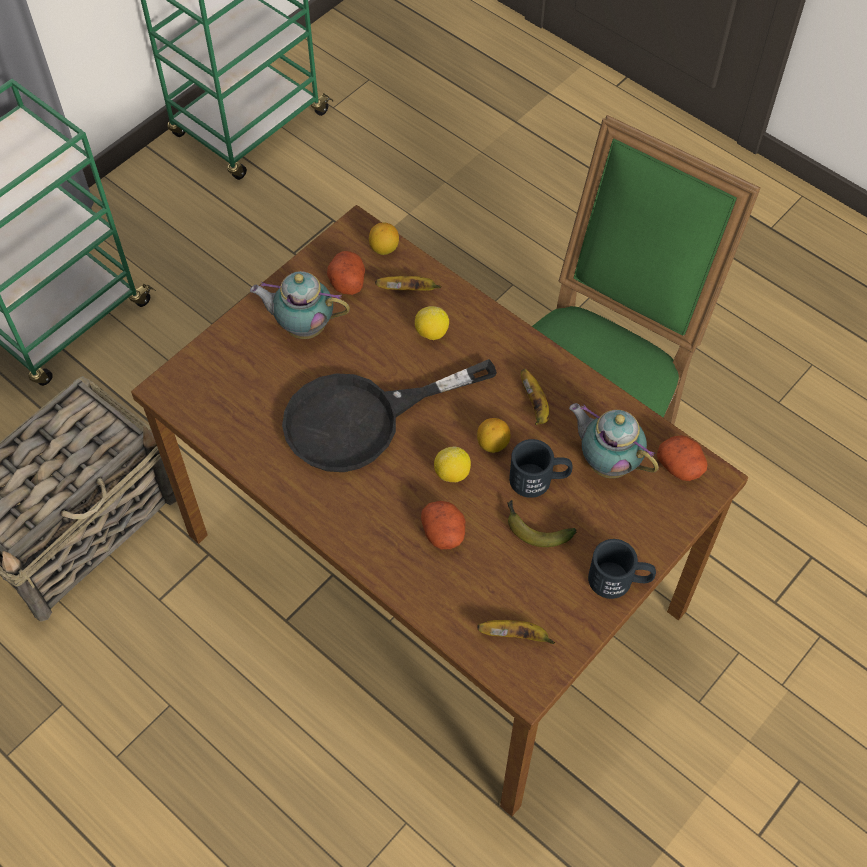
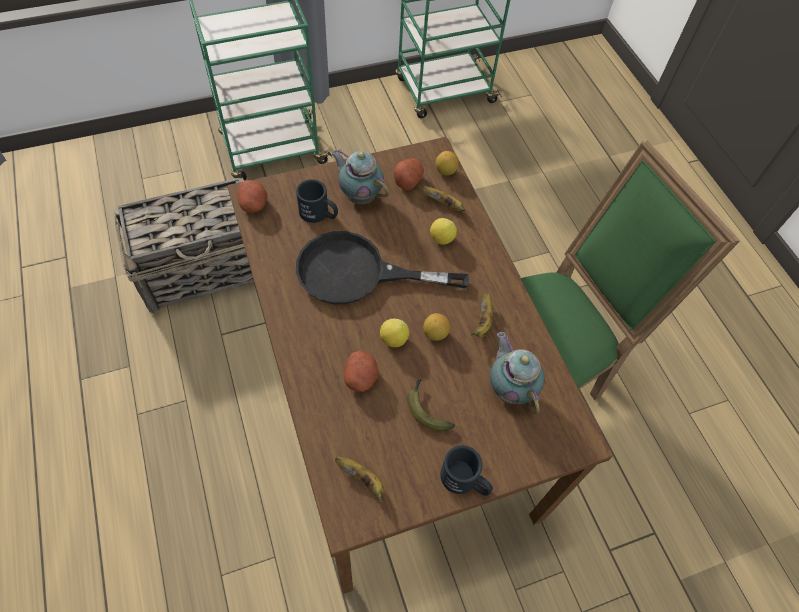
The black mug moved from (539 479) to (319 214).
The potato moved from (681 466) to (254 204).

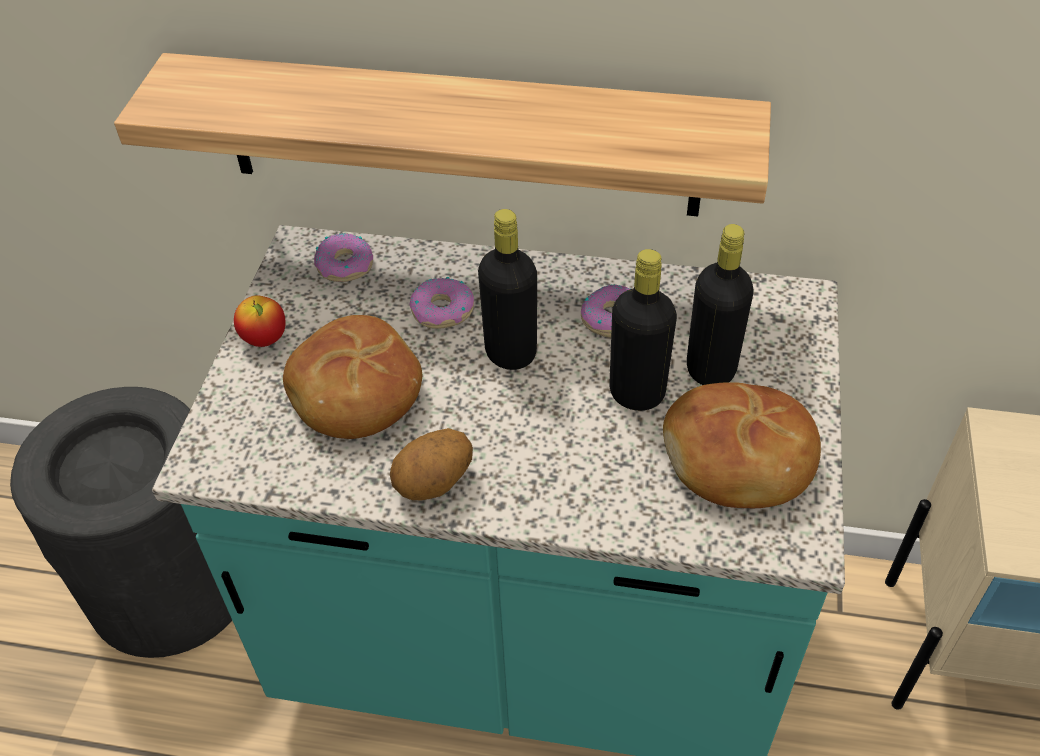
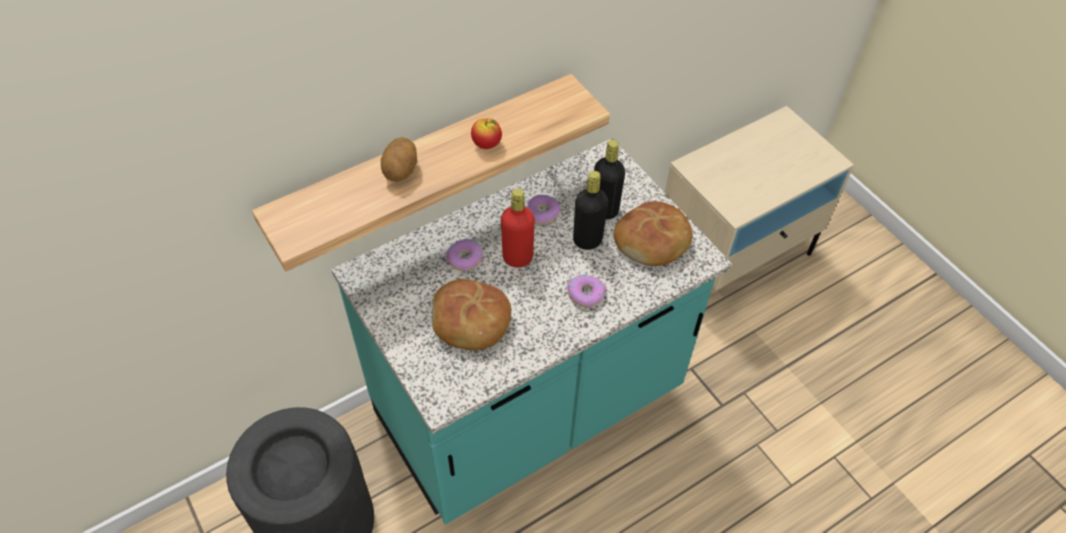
The apple moved from (265 339) to (487 144).
The donut moved from (345 265) to (585 294).
The potato moved from (434 483) to (401 171).
The black bottle at (510 353) became the red bottle at (517 258).

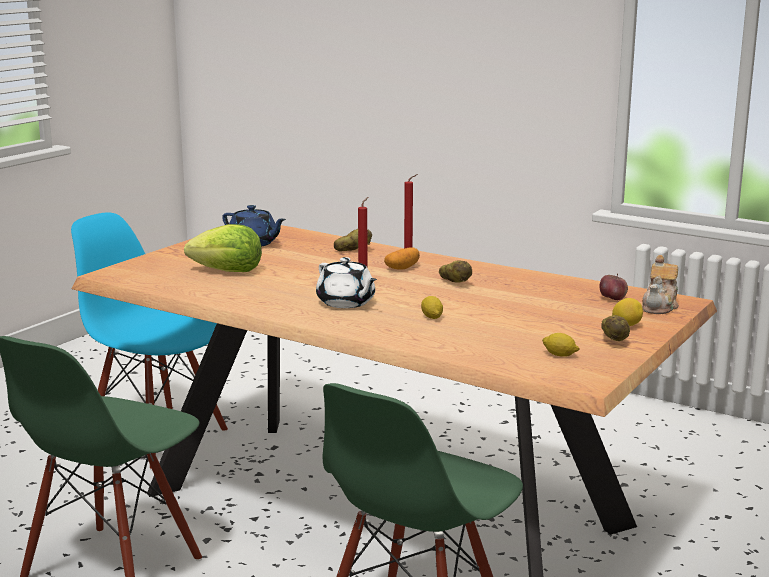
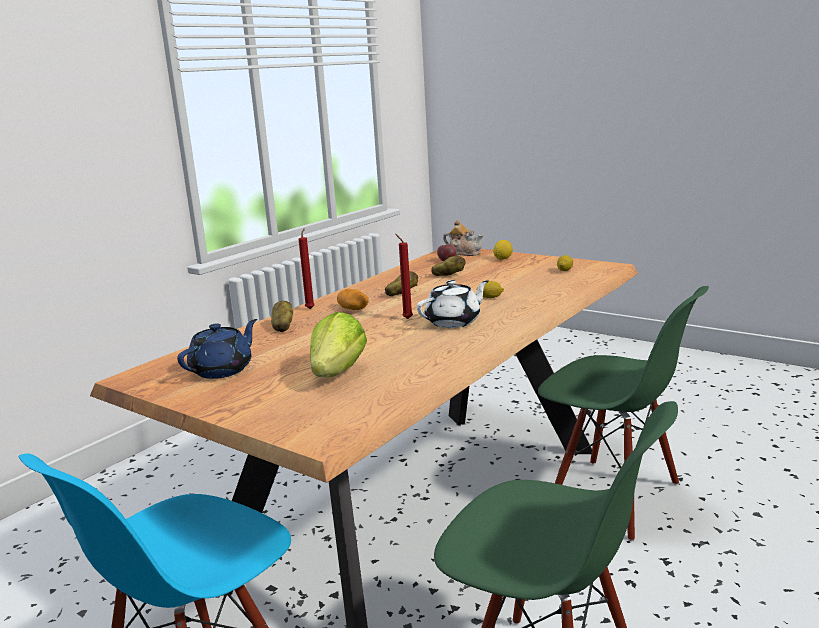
The potato moved from (614 341) to (449 275).

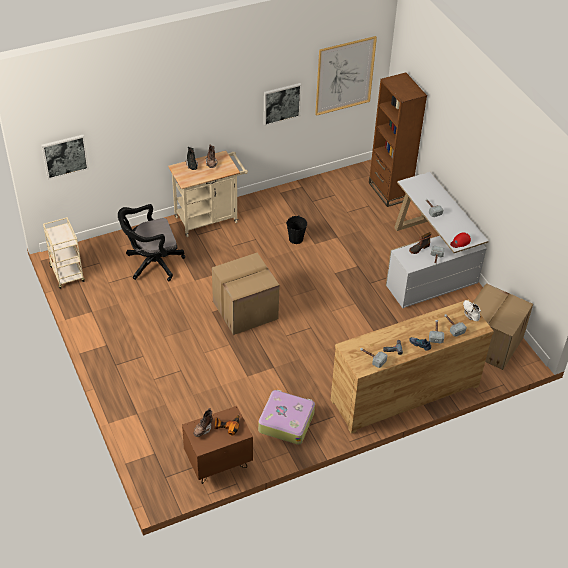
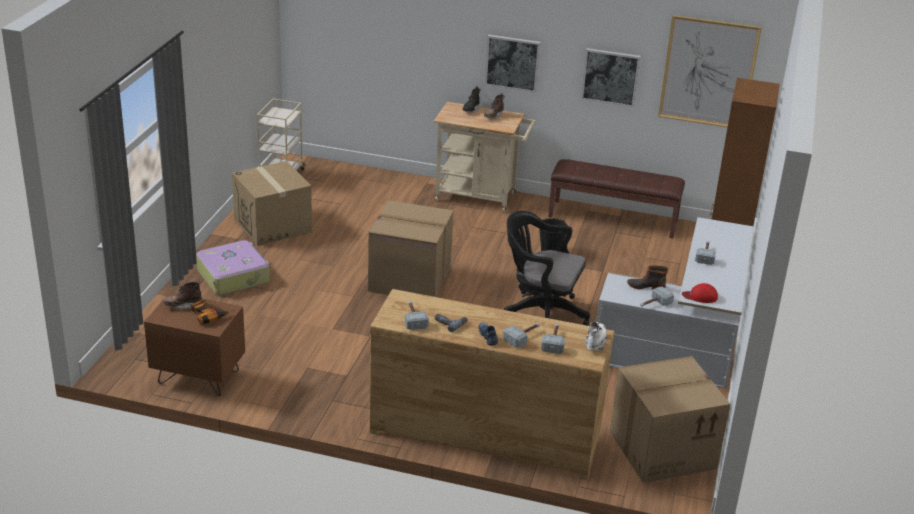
The picture moved from (65 156) to (512 63).
The black office chair moved from (151 264) to (540 313).
The suitcase moved from (286 421) to (233 276).
The cardboard box at (273 225) appeared.
The brown bench at (613 218) appeared.

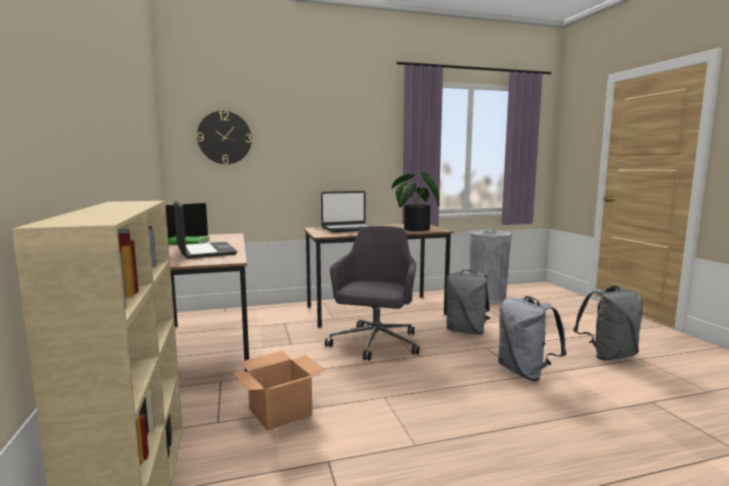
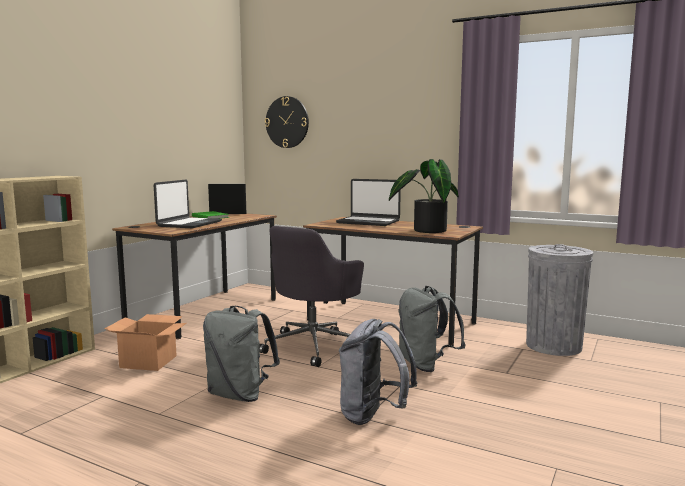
The grey office chair at (375 344) turned 150 degrees clockwise.
The grey backpack moved from (608 355) to (240 395).

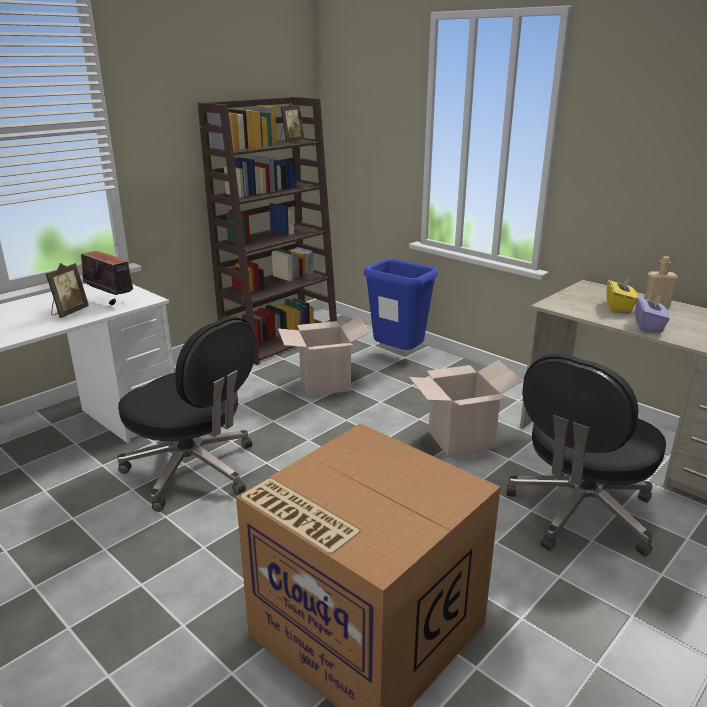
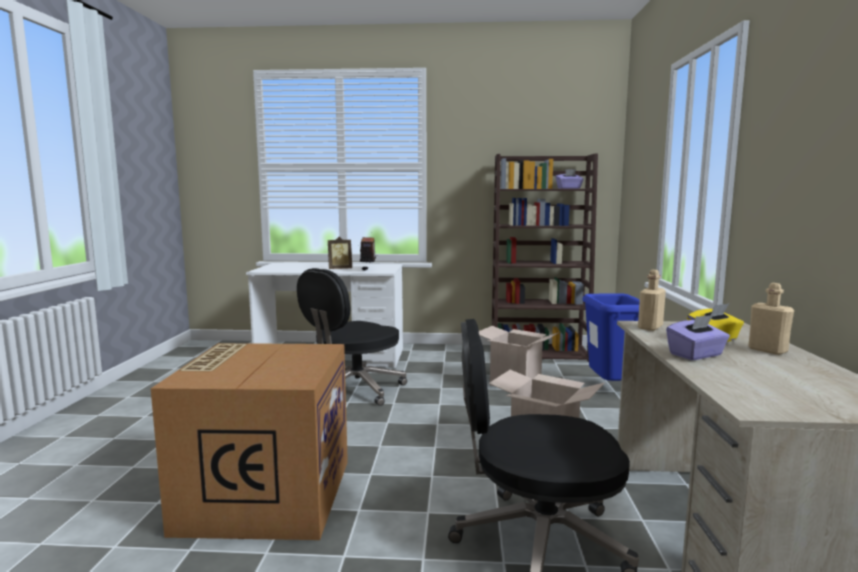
The black office chair at (194 470) turned 45 degrees clockwise.
The picture frame at (291 142) was replaced by the purple tissue box at (569 188).
The beige bottle at (650 327) appeared.

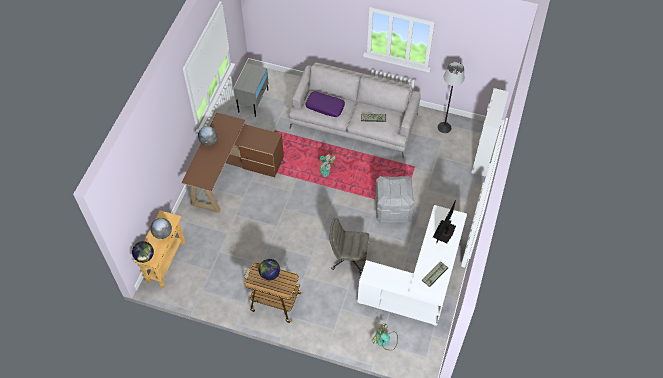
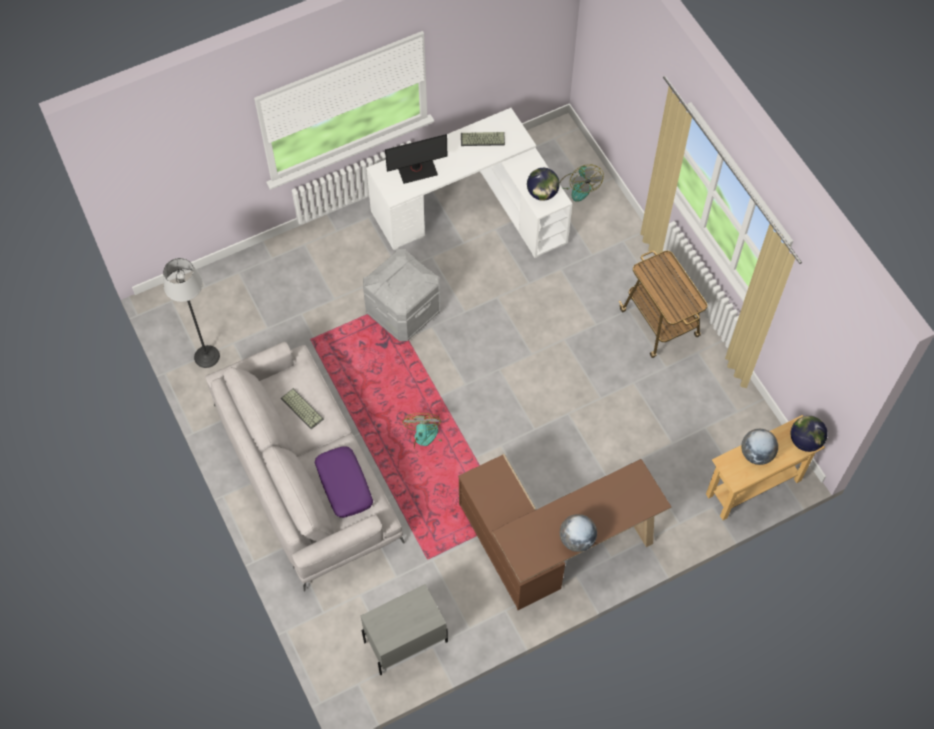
The globe moved from (270 274) to (542 193).
The grey office chair at (348 258) disappeared.
The cabinet at (483 157) disappeared.

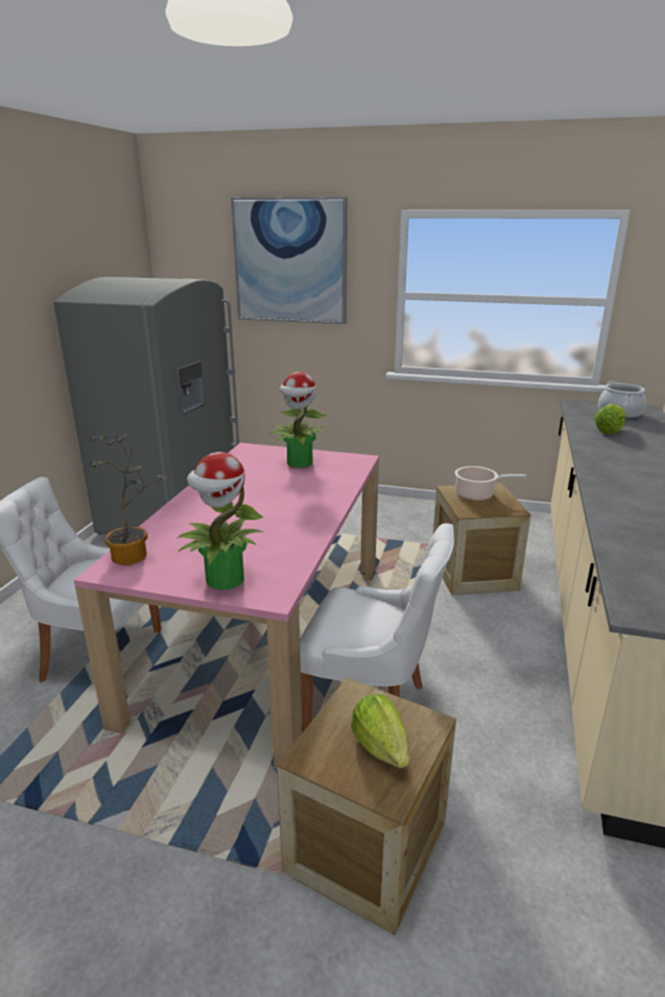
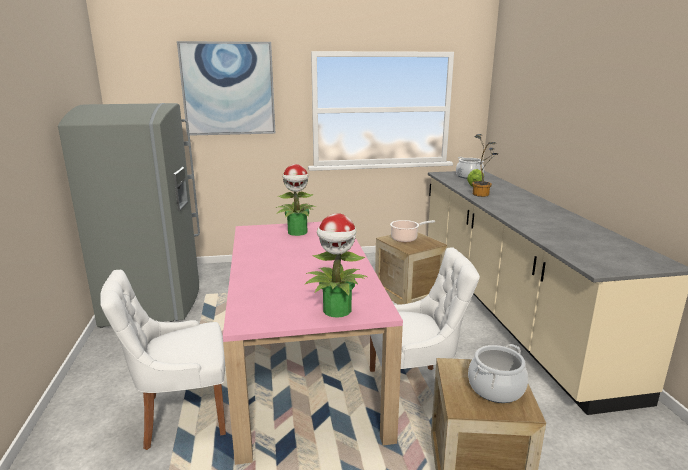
The potted plant moved from (135 556) to (482 194).
The lettuce at (381 747) was replaced by the cooking pot at (495 388).

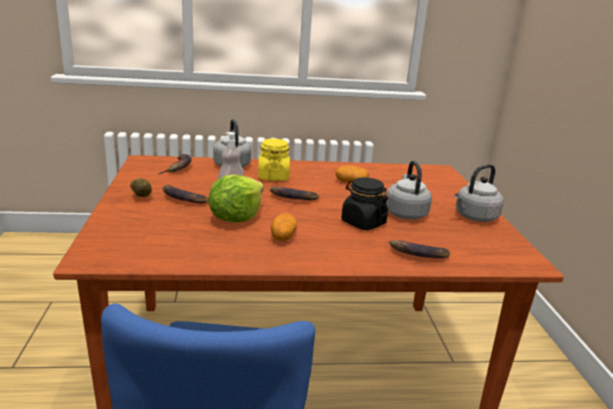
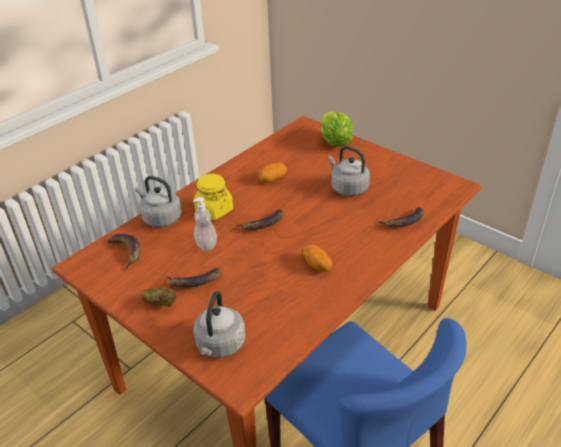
The lettuce moved from (236 218) to (334 142).
The black jar at (363 222) disappeared.
The grey kettle moved from (474 217) to (220 345).

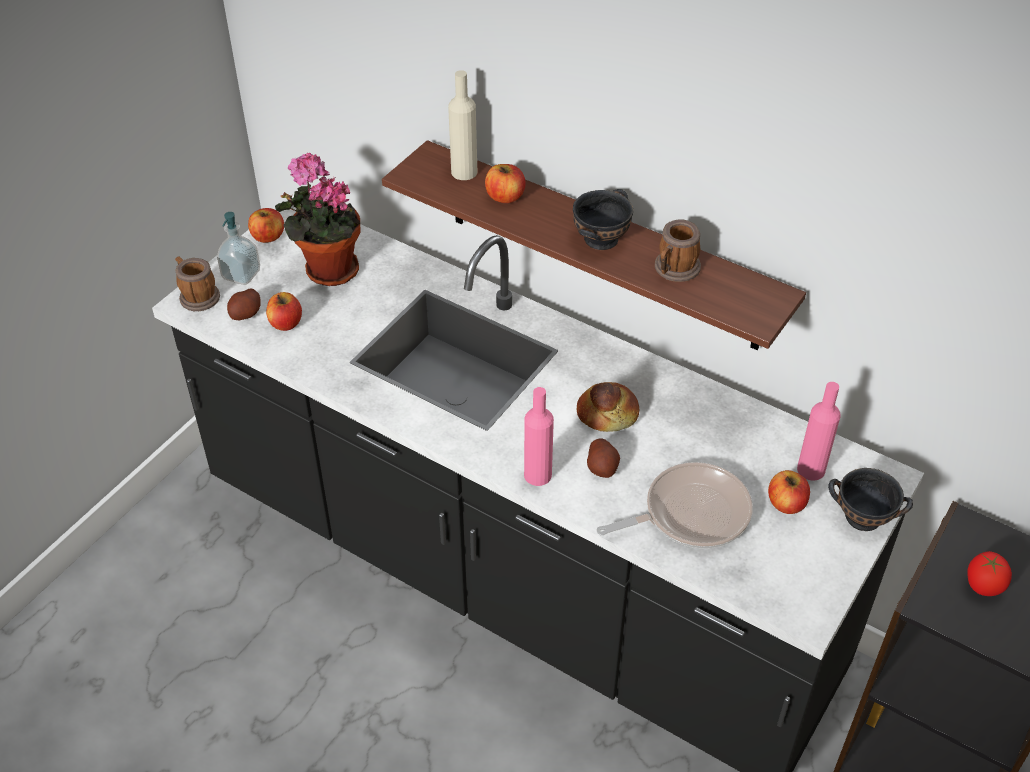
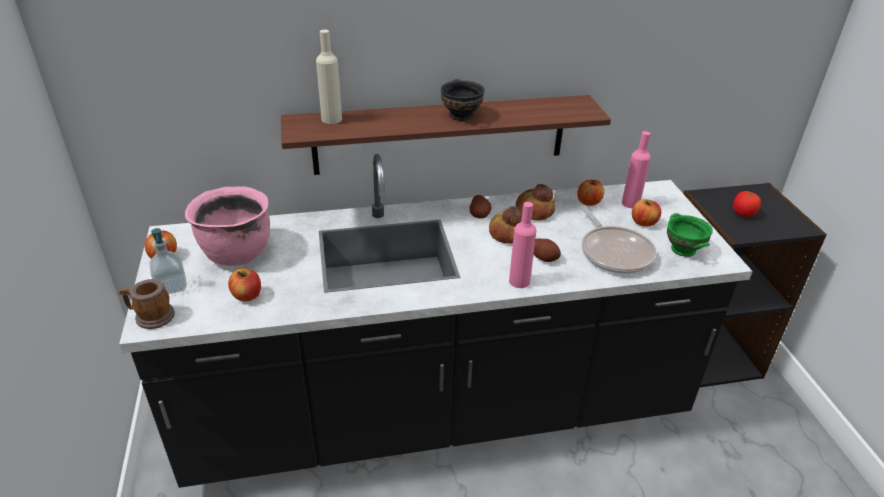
The potato moved from (246 314) to (479 215).
The potted plant at (327 270) was replaced by the pink cooking pot at (236 253).
The apple moved from (505 197) to (588 202).
The frying pan at (690 514) turned 135 degrees clockwise.
The mug at (674 270) disappeared.
The black bowl at (862 516) disappeared.
The bread at (534 210) appeared.
The green bowl at (683 249) appeared.

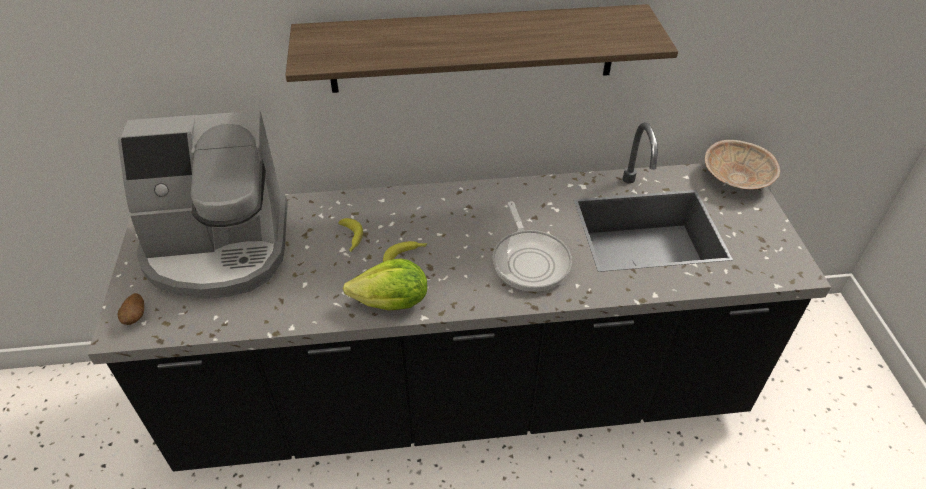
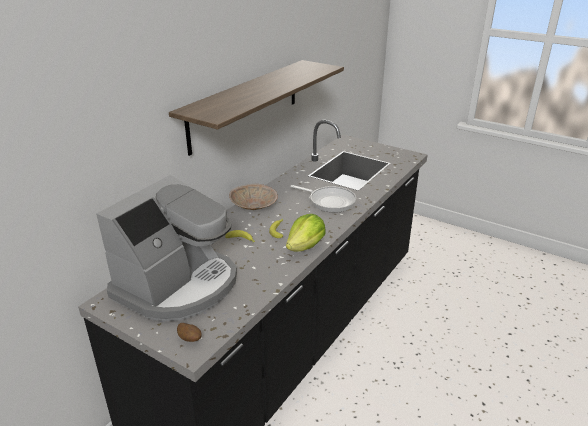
The beige bowl moved from (736 180) to (254 207).

